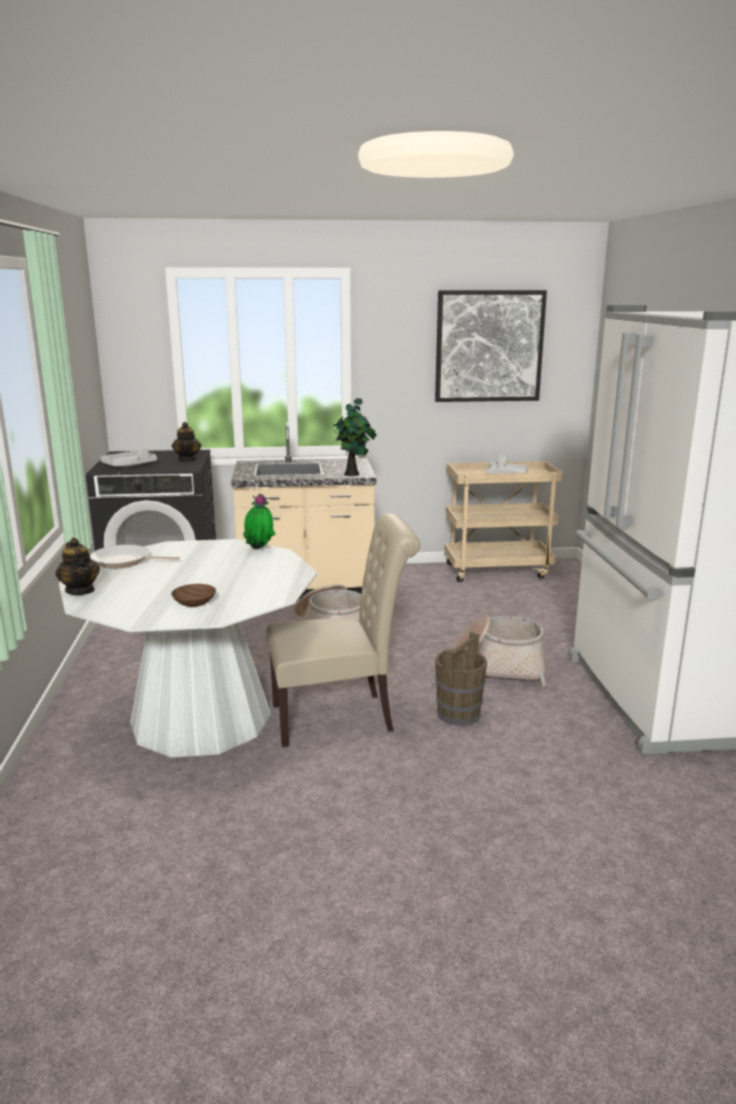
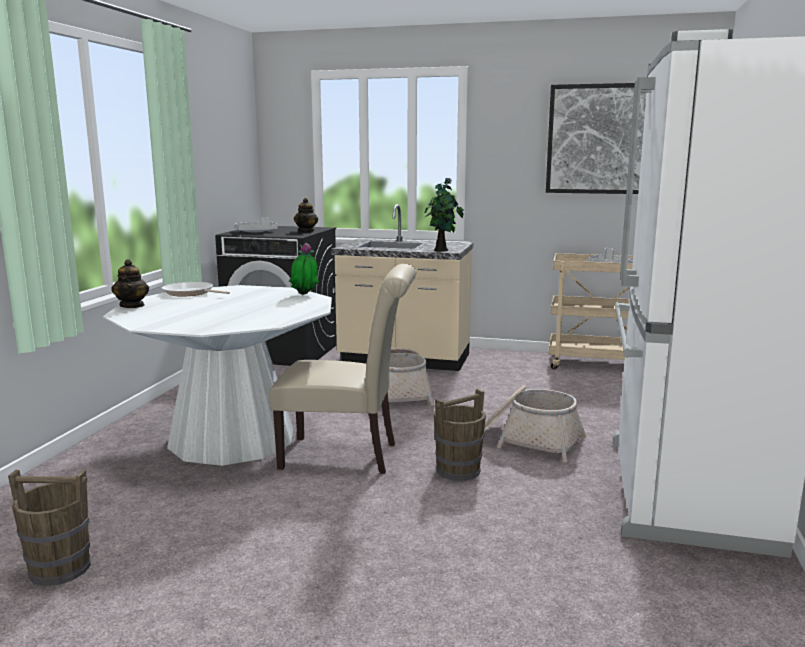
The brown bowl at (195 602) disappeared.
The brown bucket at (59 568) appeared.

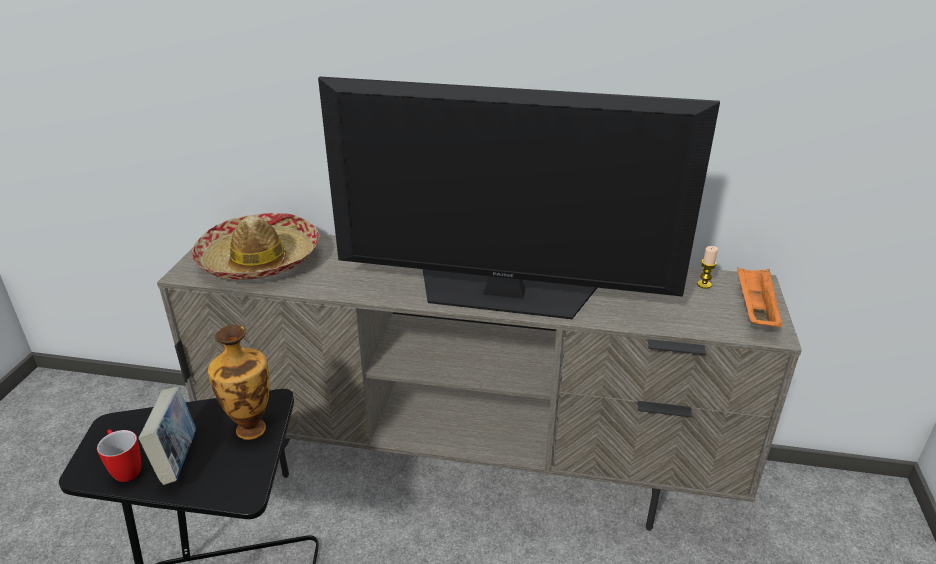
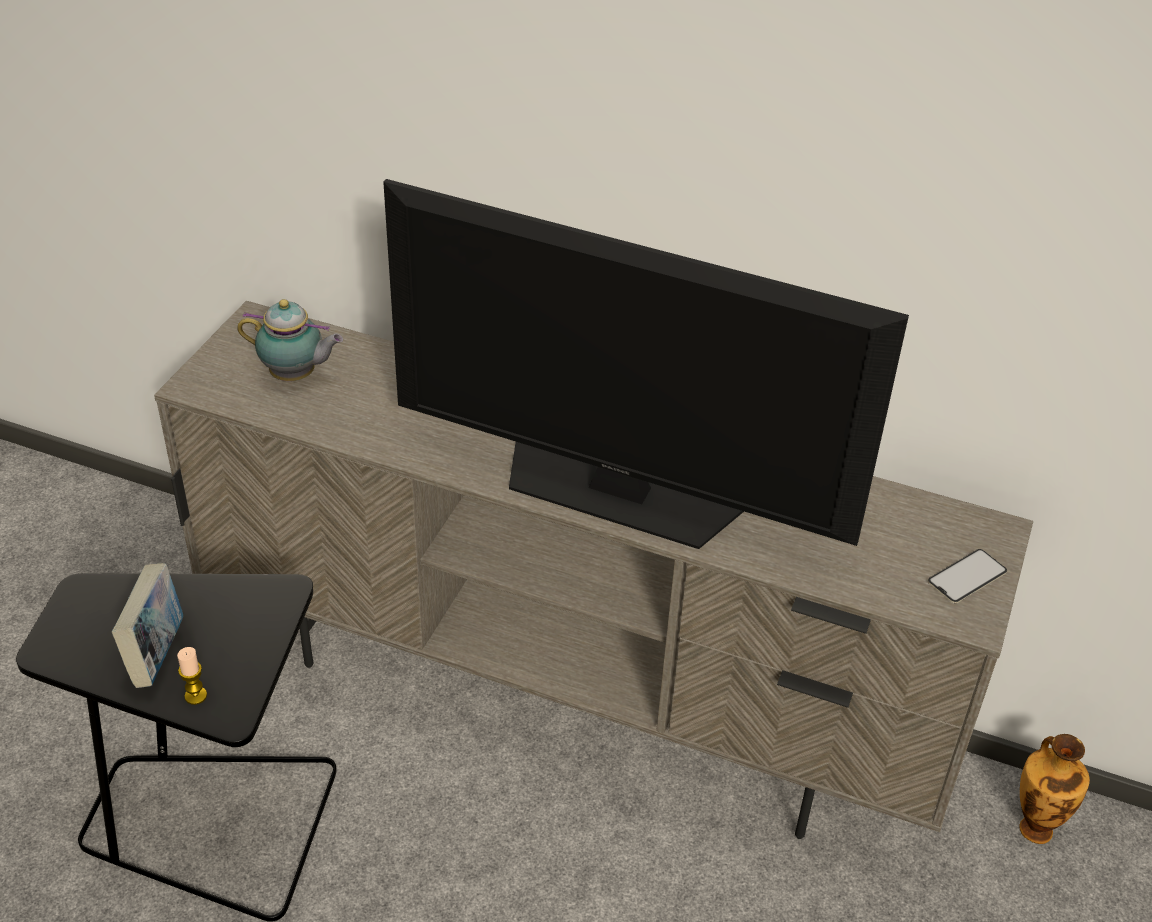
The mug at (125 469) disappeared.
The hat at (259 260) was replaced by the teapot at (296 376).
The vase moved from (251 427) to (1035 827).
The candle moved from (704 284) to (195 696).
The orange tray at (754 310) was replaced by the phone at (967 576).

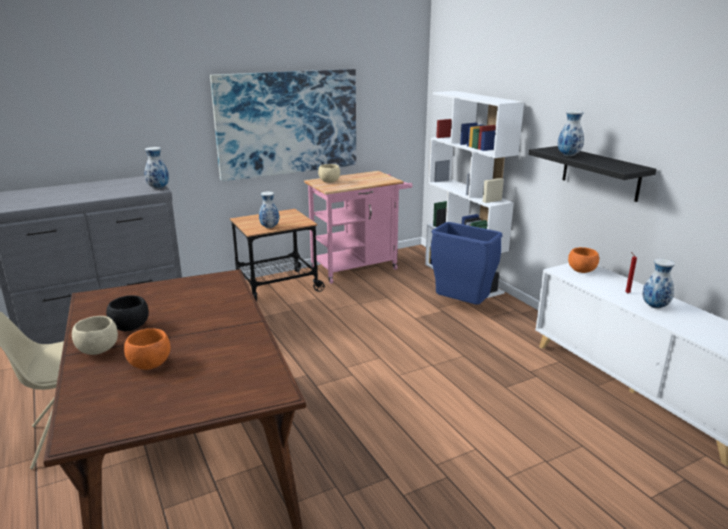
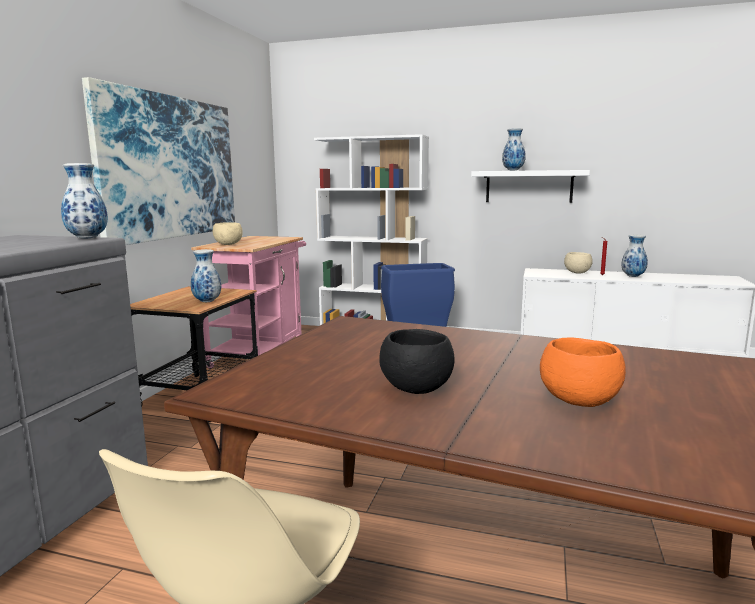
The beige bowl moved from (98 351) to (577 273).
The black shelf at (600 173) became the white shelf at (529 186).
The orange bowl at (581 271) disappeared.

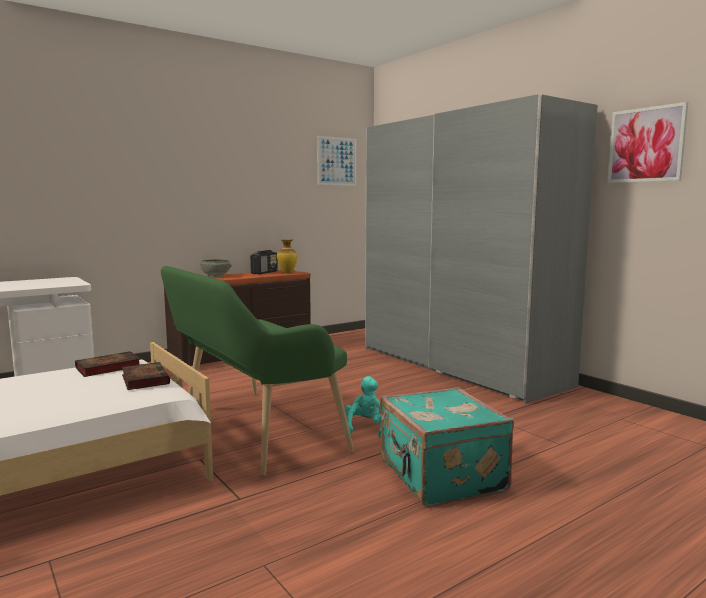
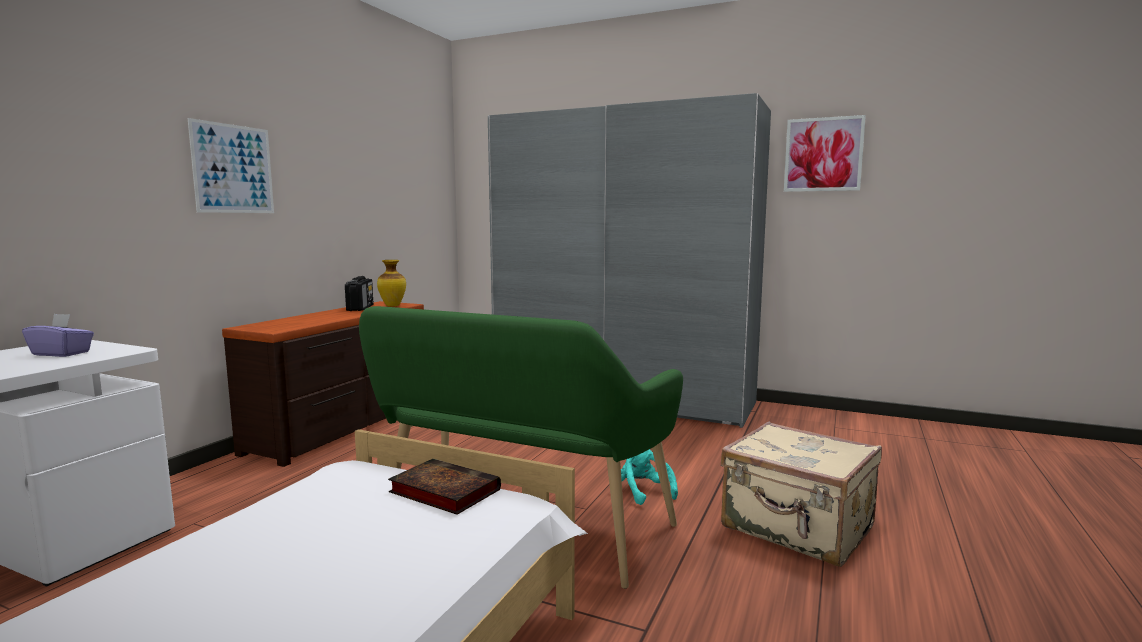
The book at (107 368) disappeared.
The grey bowl at (215 276) disappeared.
The picture moved from (337 161) to (233 169).
The turquoise suitcase at (440 477) became the beige suitcase at (797 529).
The purple tissue box at (62 353) appeared.

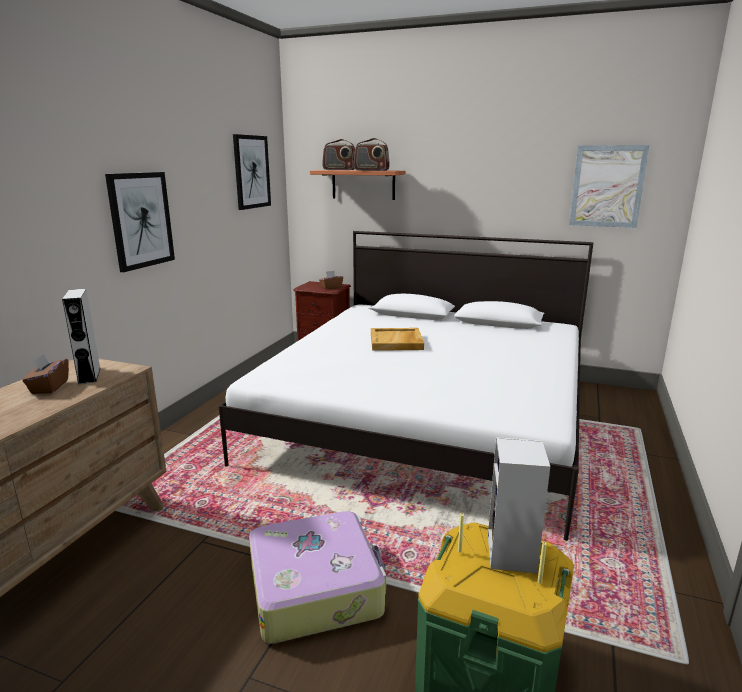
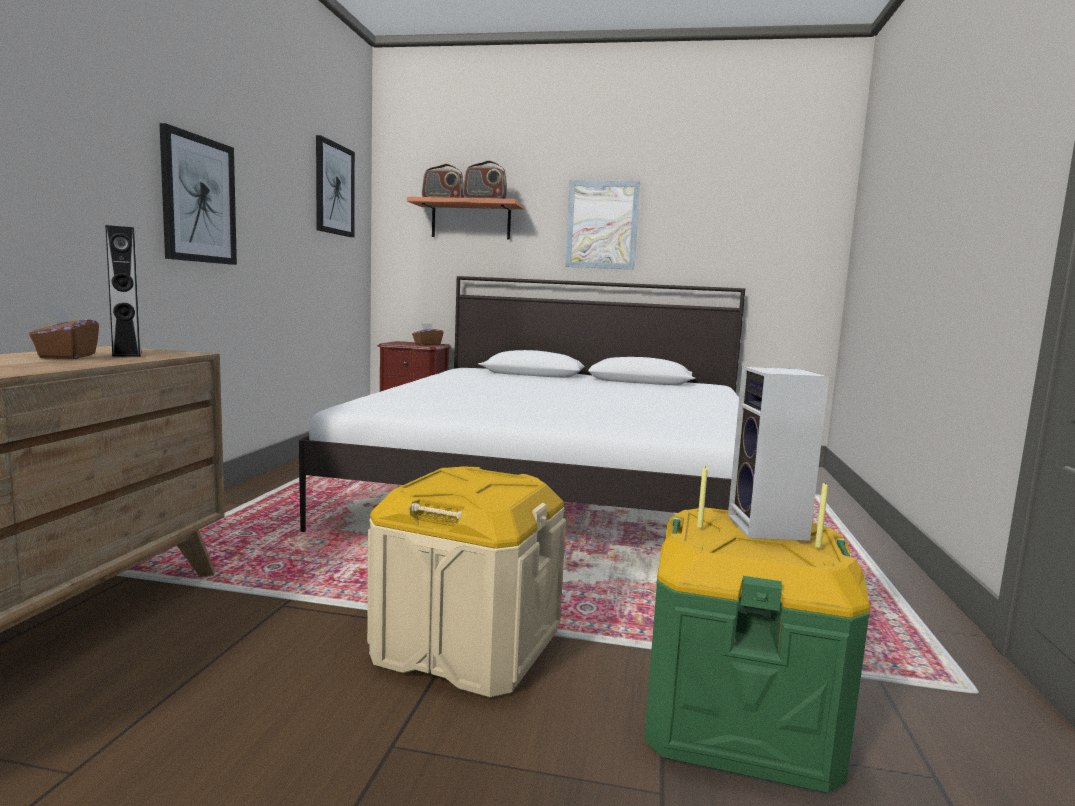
The suitcase at (316 587) was replaced by the beige storage box at (466 645).
The beige tray at (396 342) disappeared.
The picture moved from (607 186) to (602 225).

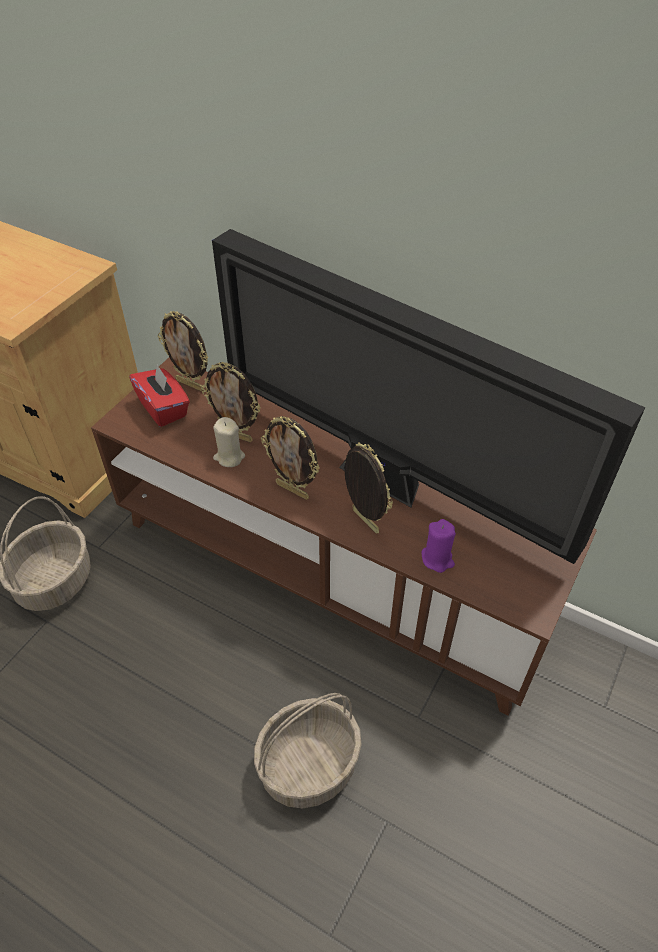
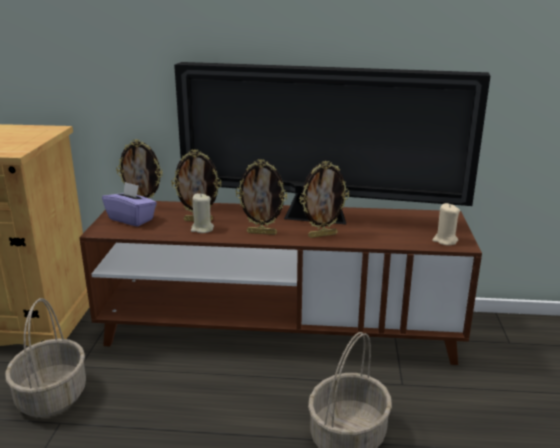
The red tissue box at (163 408) became the purple tissue box at (131 219).
The picture frame at (363 521) turned 135 degrees clockwise.
The purple candle at (437 559) disappeared.
The beige candle at (445 241) appeared.

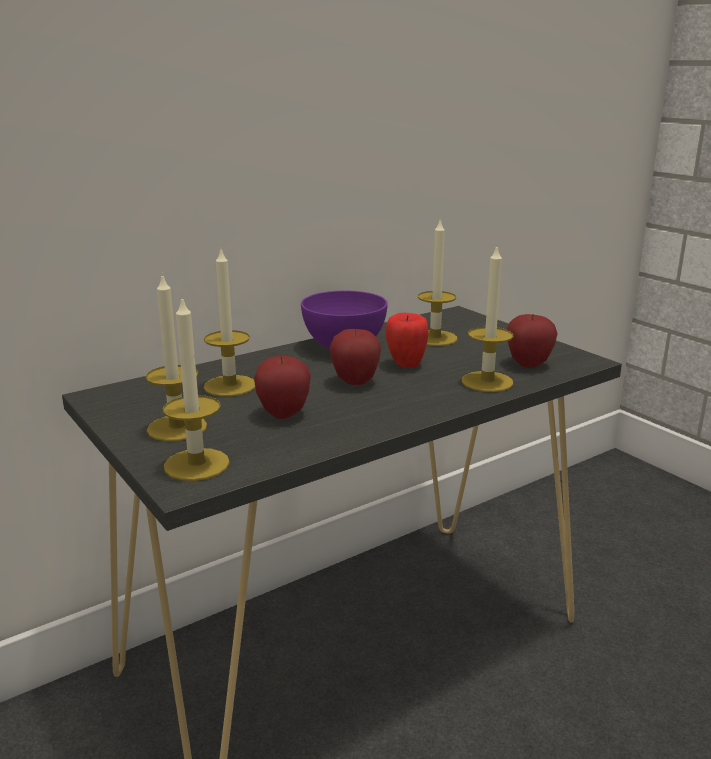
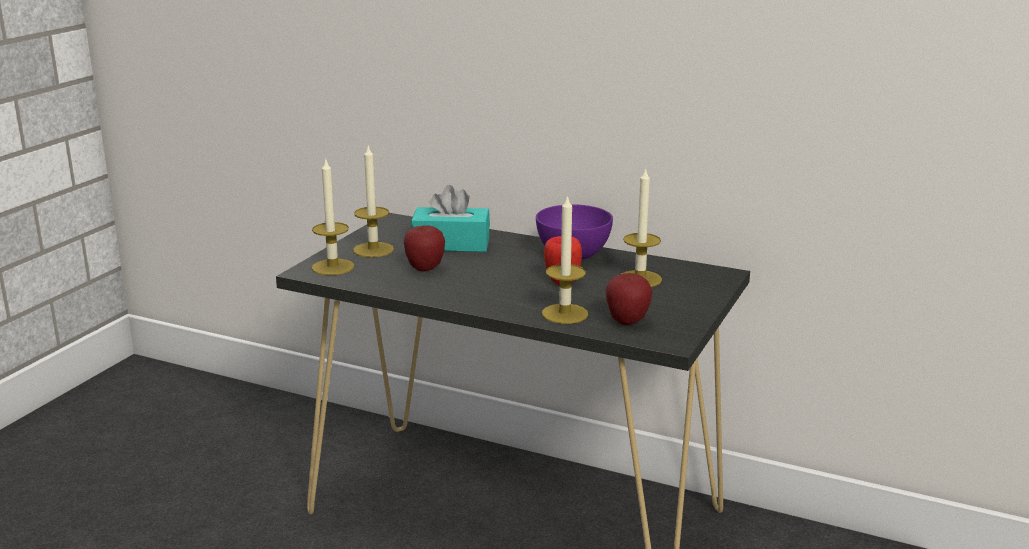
The candle at (230 386) was replaced by the turquoise tissue box at (451 244).
The apple at (355 382) disappeared.

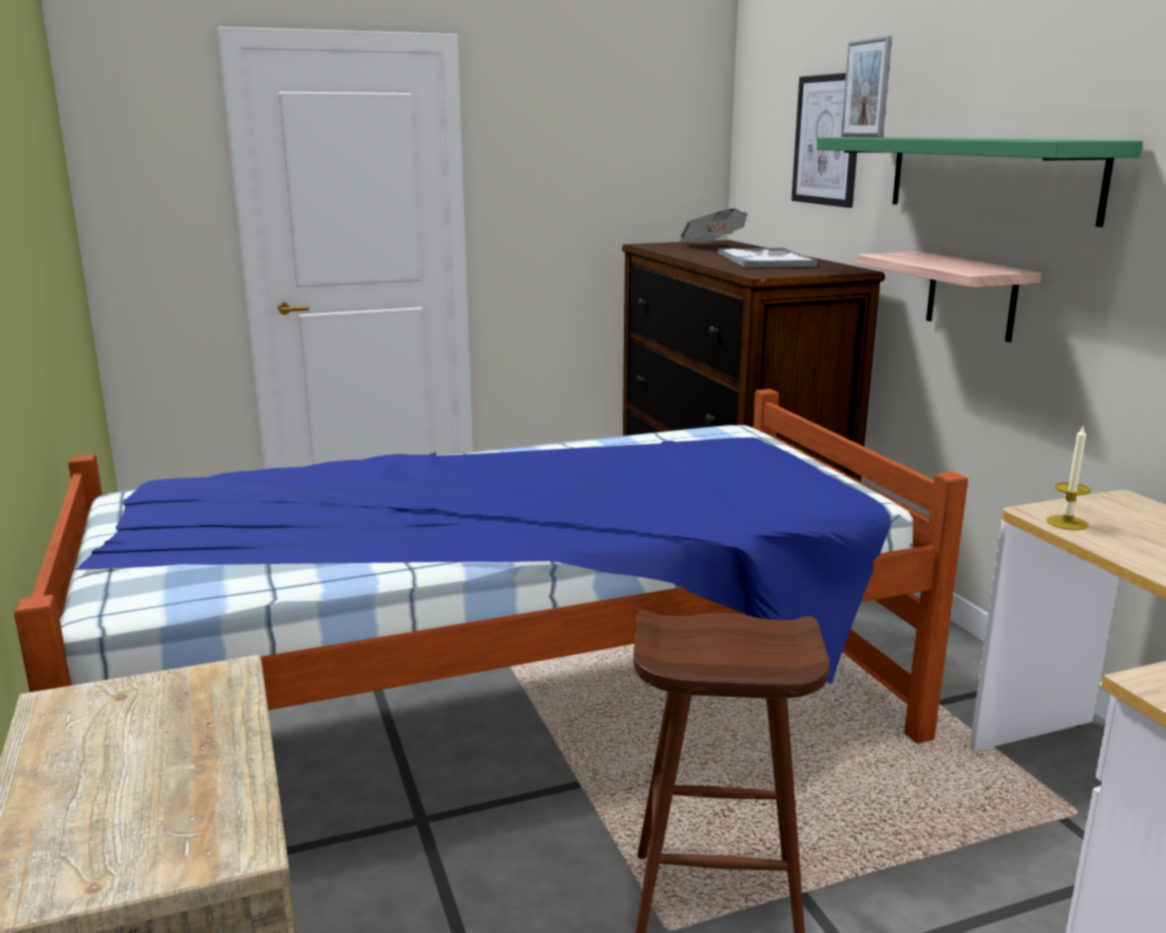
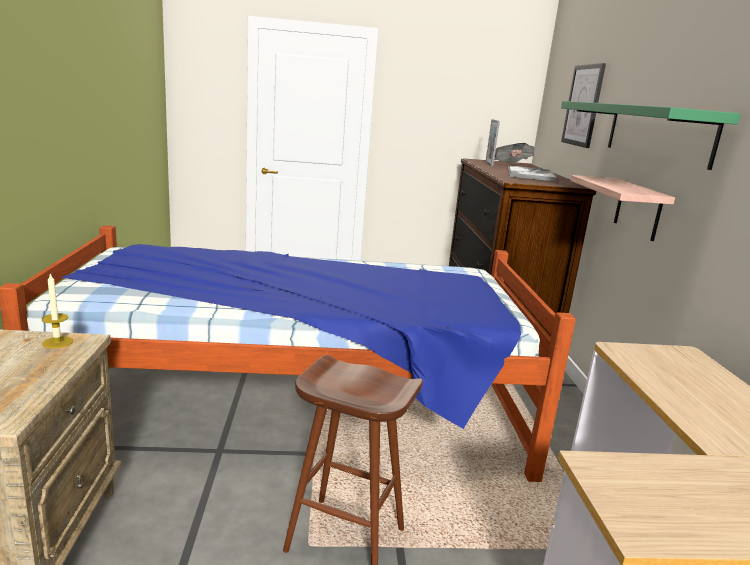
The picture frame moved from (861 137) to (489 164).
The candle moved from (1067 523) to (57 342).

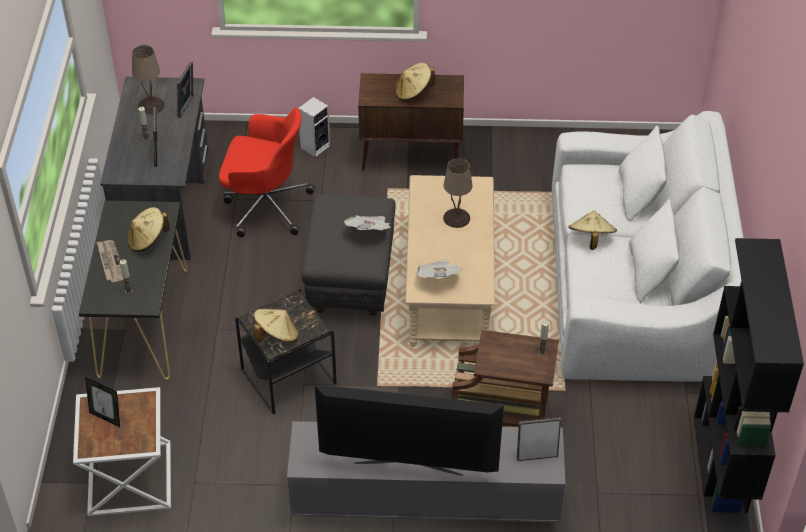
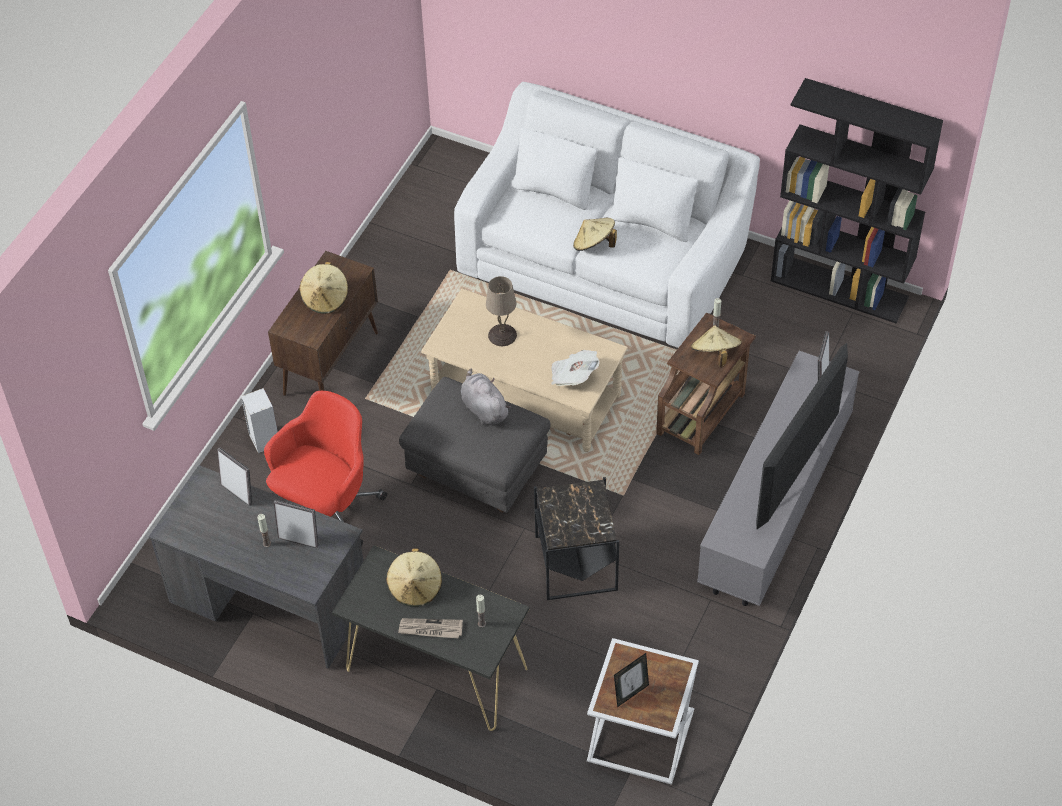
The beige table lamp at (150 106) disappeared.
The beige hat moved from (276 335) to (715 355).
The newspaper at (369 231) was replaced by the grey plush toy at (483 408).

